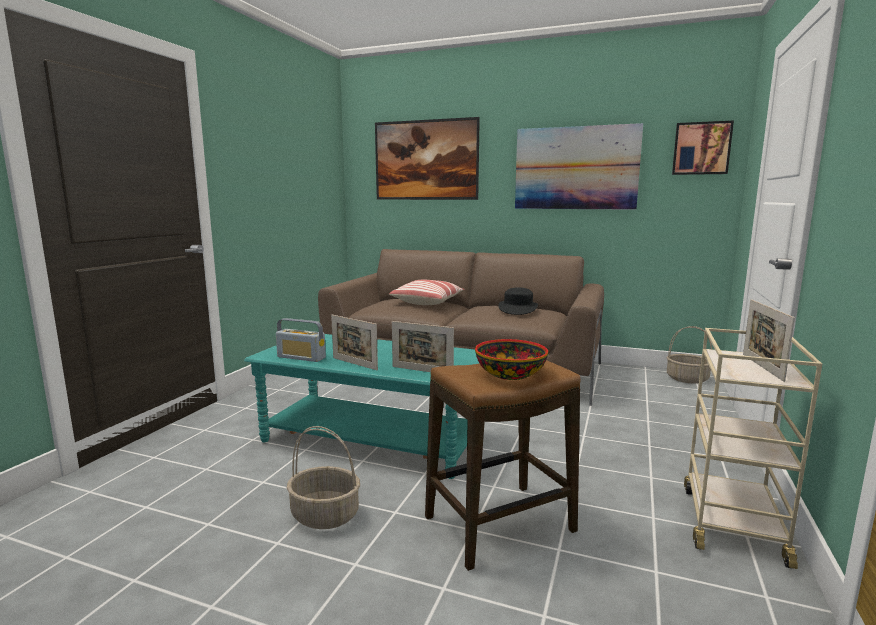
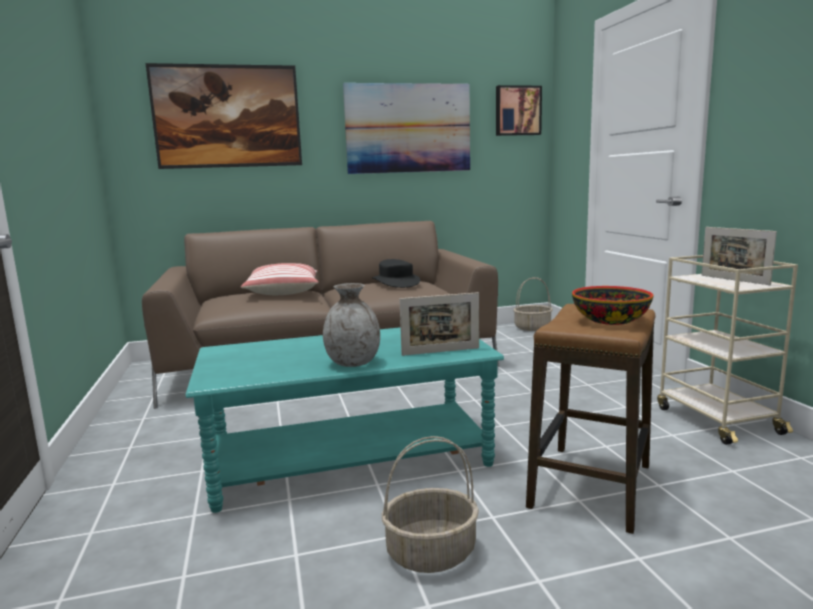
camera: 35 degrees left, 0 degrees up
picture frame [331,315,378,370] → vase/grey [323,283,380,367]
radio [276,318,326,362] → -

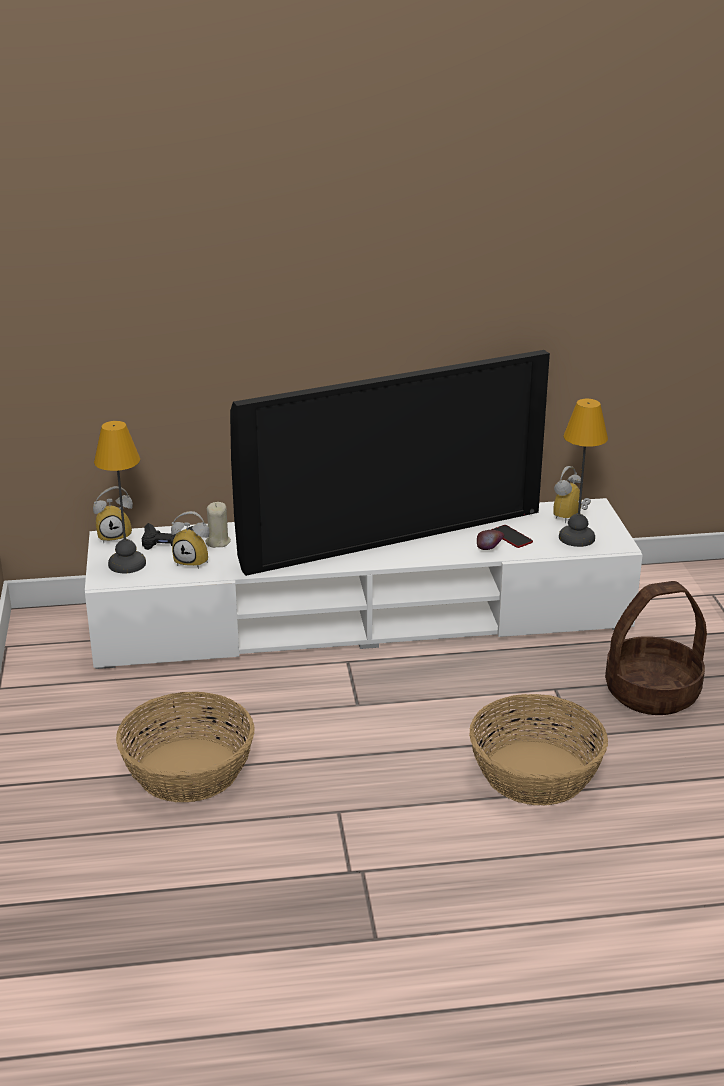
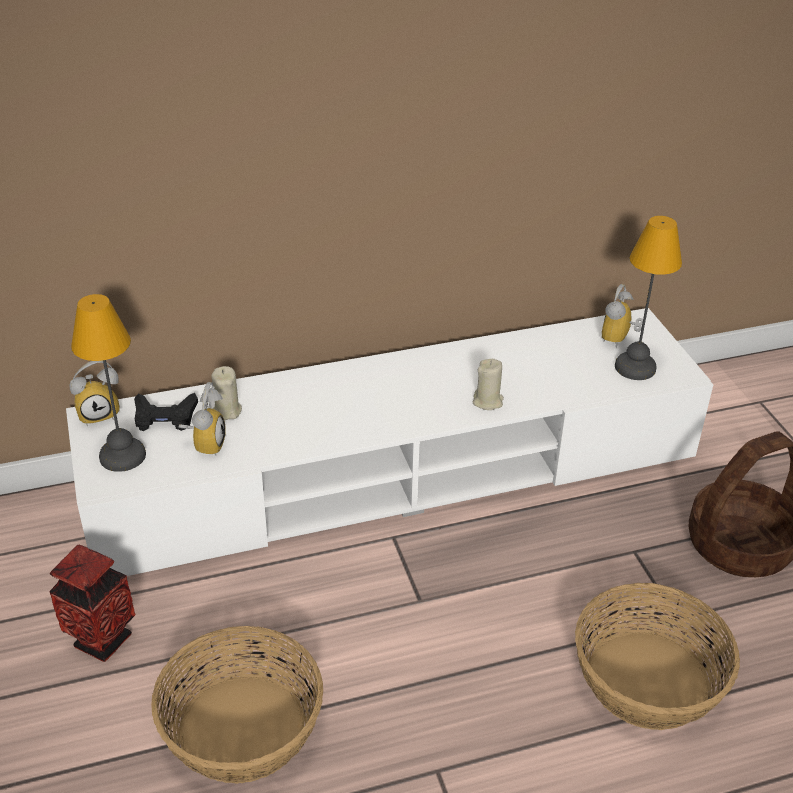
camera: 10 degrees left, 10 degrees up
television [230,350,550,576] → -
alarm clock [171,511,209,569] → alarm clock [179,382,226,456], 90 degrees counterclockwise
phone [491,525,533,548] → -
apple [477,530,505,550] → -
- → candle/beige [473,359,504,410]
- → vase [49,545,136,662]

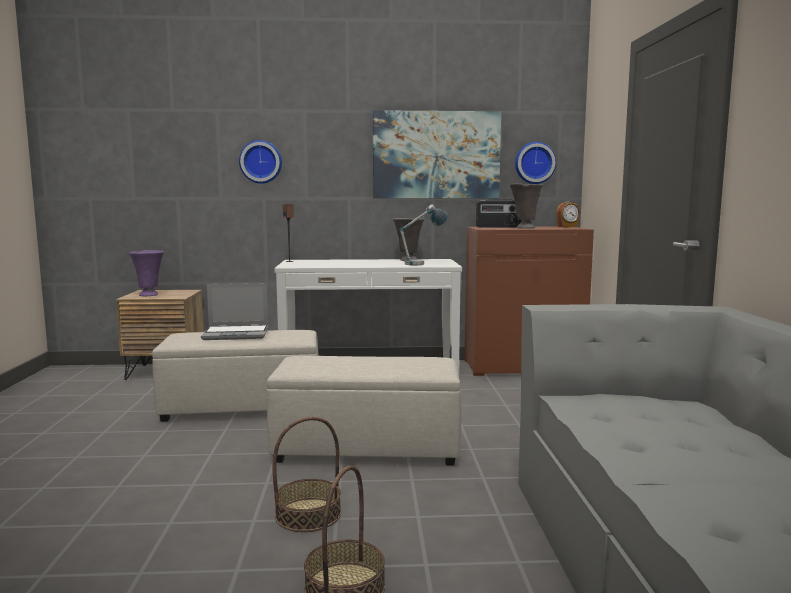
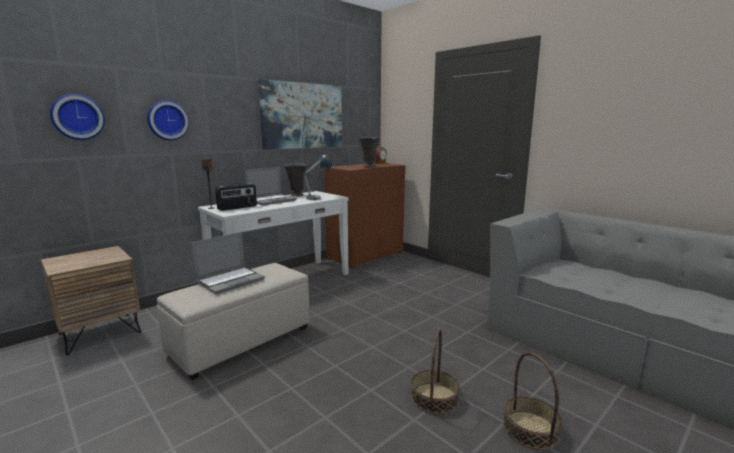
camera: 40 degrees left, 5 degrees up
wall clock [515,142,556,184] → wall clock [50,94,105,140], move
radio [476,199,521,227] → radio [215,183,257,211], move
vase/purple [129,250,164,296] → -
ottoman/beige [267,356,461,466] → -
- → laptop [245,167,297,205]

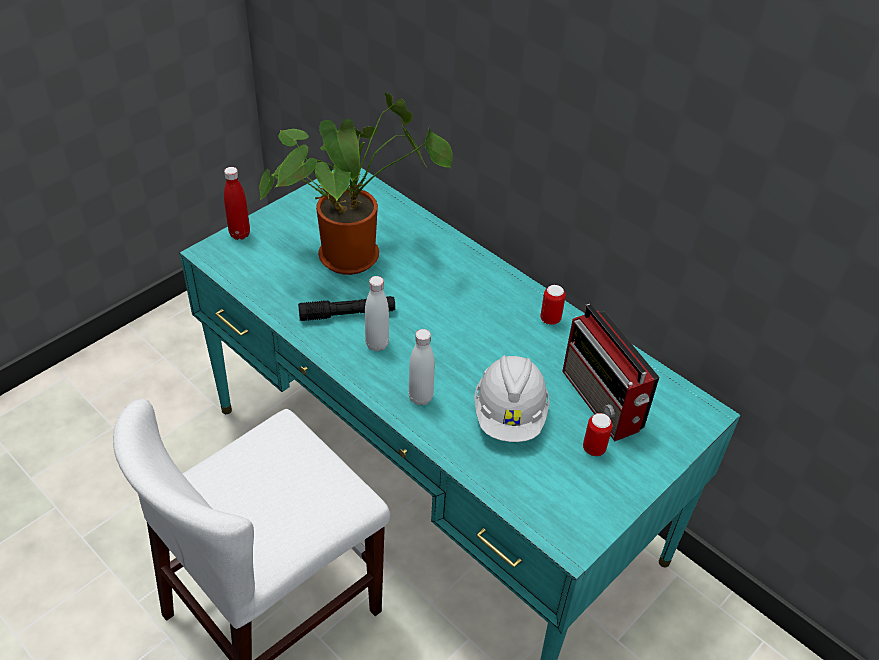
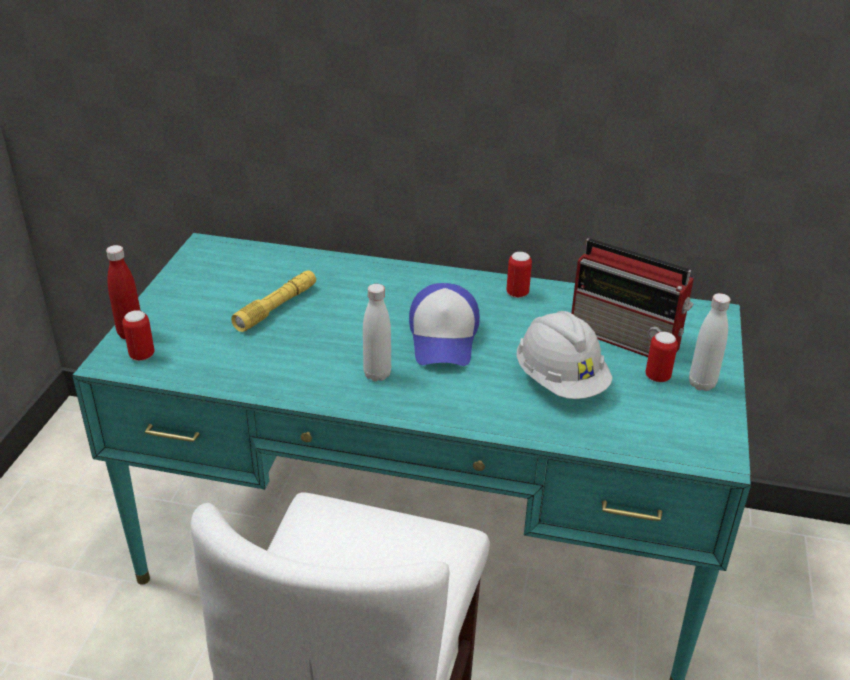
camera: 30 degrees left, 10 degrees down
potted plant [259,92,453,275] → flashlight/yellow [231,270,316,332]
flashlight/black [298,296,395,321] → -
bottle/white [409,329,435,405] → bottle/white [689,293,731,391], move
- → cap [409,283,480,366]
- → can [123,310,155,361]

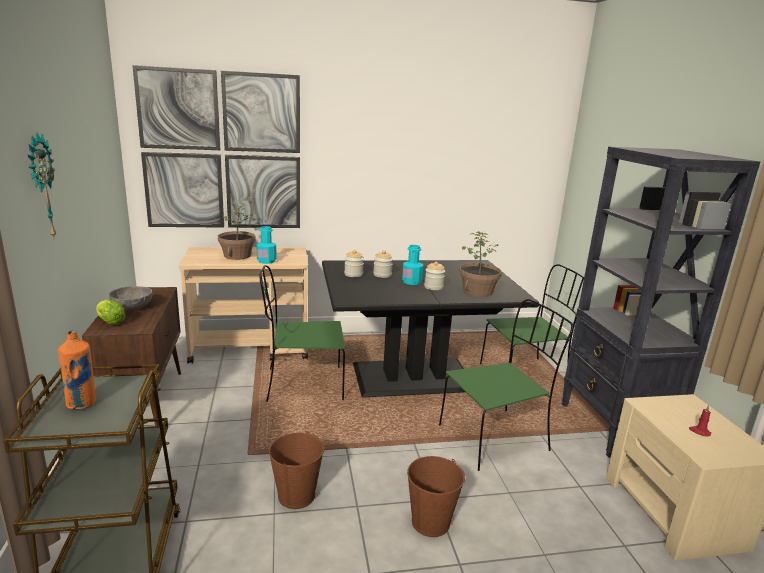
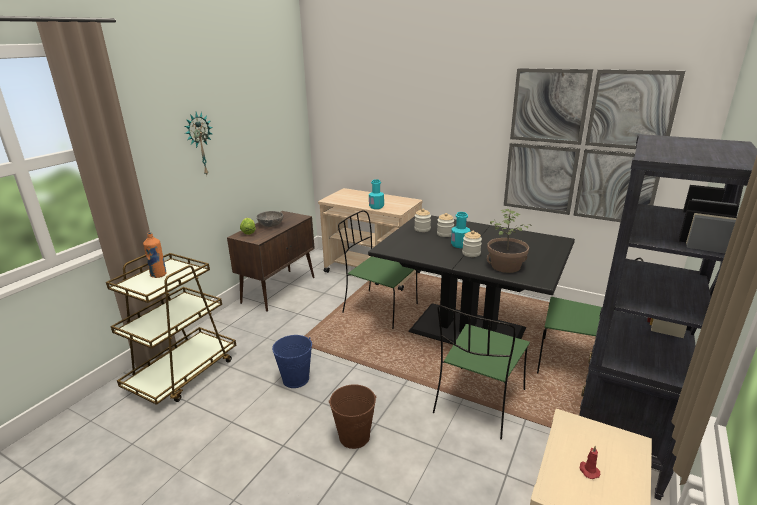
camera: 40 degrees right, 5 degrees up
picture [132,65,300,228] → picture [504,68,685,222], move
potted plant [218,203,256,260] → -
chair/green [439,299,573,471] → chair/green [433,305,530,439], 105 degrees clockwise
bucket/brown [269,431,325,509] → bucket/blue [272,335,312,388]

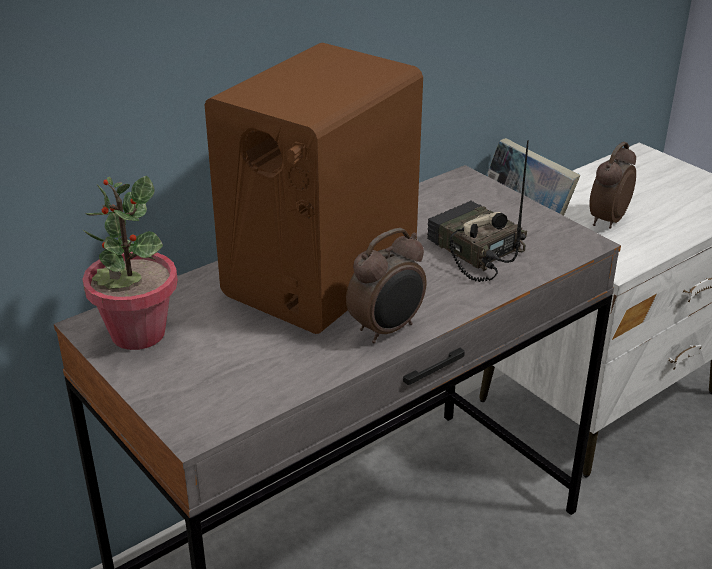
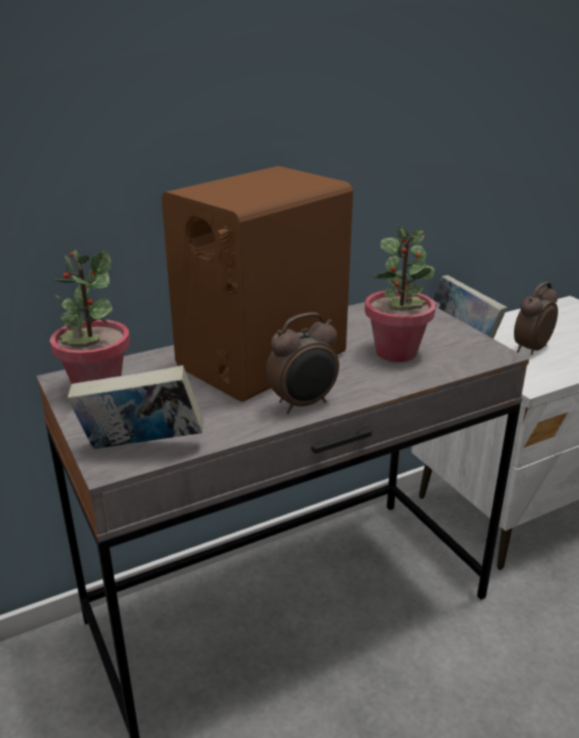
camera: 10 degrees right, 5 degrees down
radio [427,140,529,282] → potted plant [365,227,436,362]
- → book [68,365,203,449]

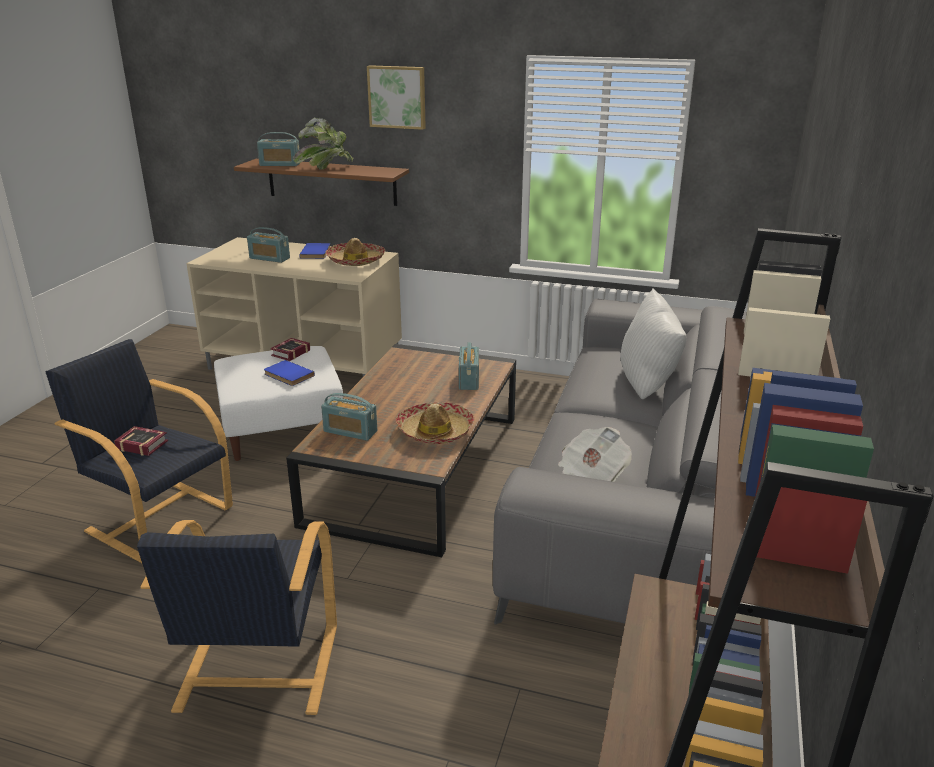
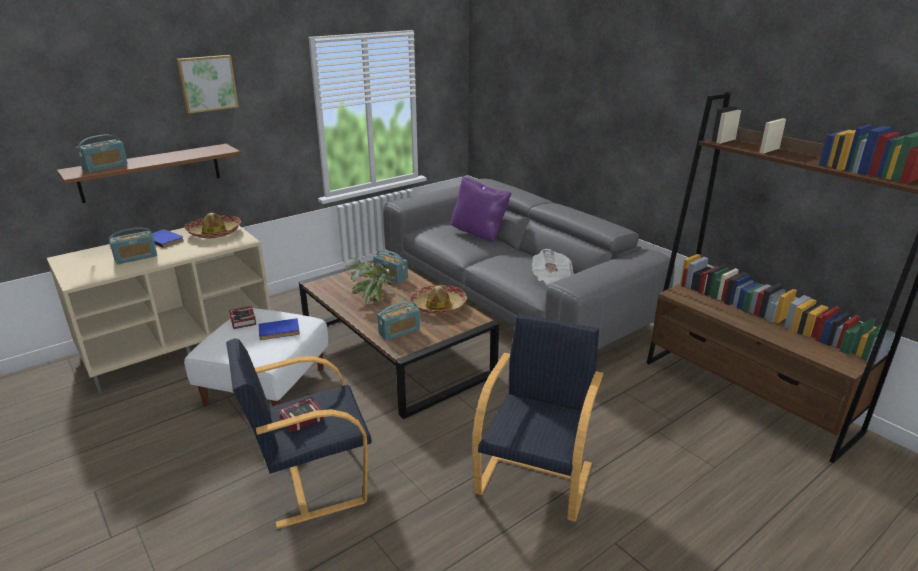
camera: 55 degrees left, 0 degrees up
potted plant [293,118,354,170] → potted plant [345,257,392,305], move
pillow/white [620,288,687,399] → pillow/purple [451,176,512,242]
armchair/black [137,520,337,715] → armchair/black [473,313,603,522], 105 degrees counterclockwise

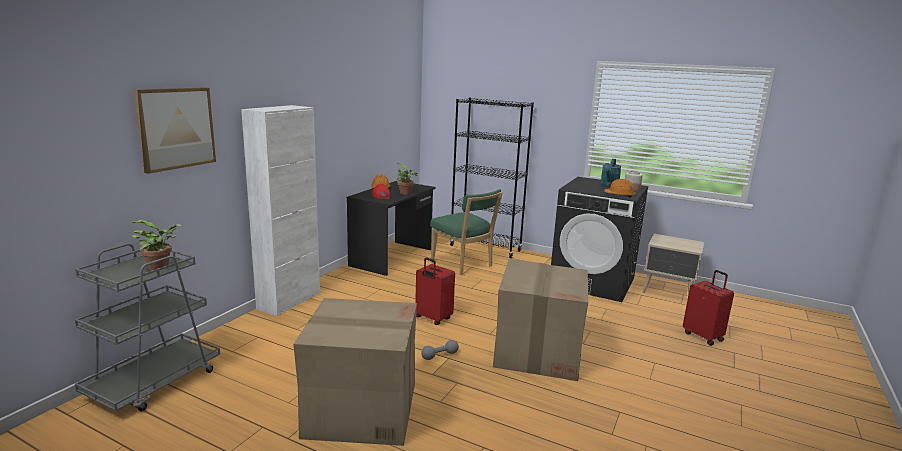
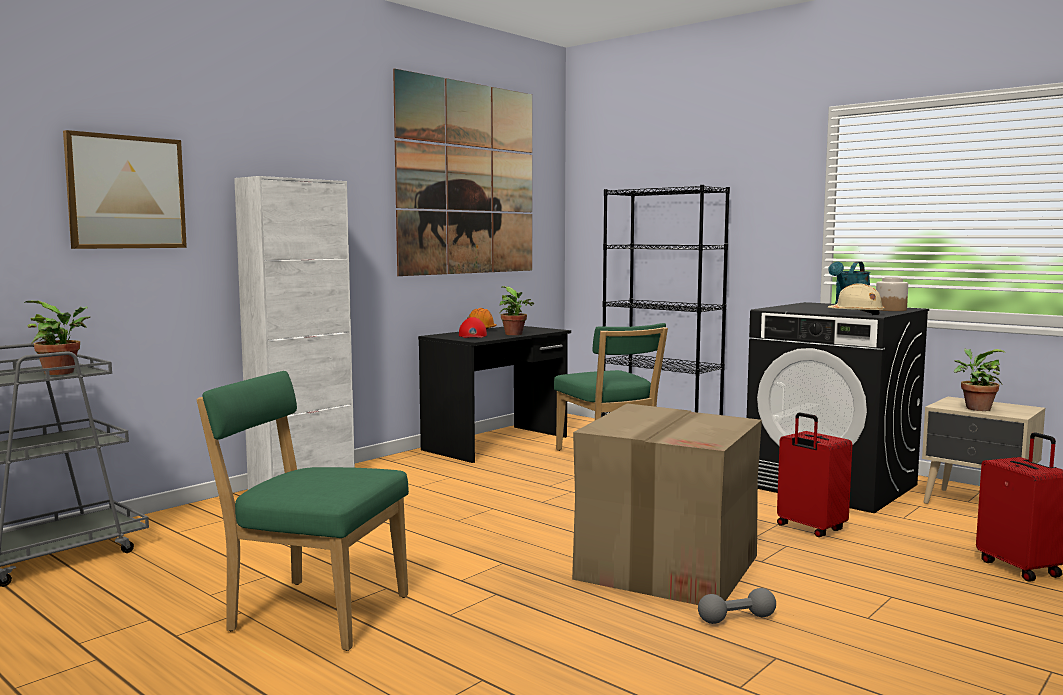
camera: 15 degrees right, 10 degrees down
hard hat/orange [604,179,635,198] → hard hat/beige [828,283,885,315]
suitcase/red [415,257,455,325] → suitcase/red [777,412,852,537], move
cardboard box [293,298,417,446] → chair/green [196,371,409,651]
dumbbell/grey [421,340,459,360] → dumbbell/grey [698,588,776,624], move
- → picture [393,69,532,276]
- → potted plant [954,349,1004,411]

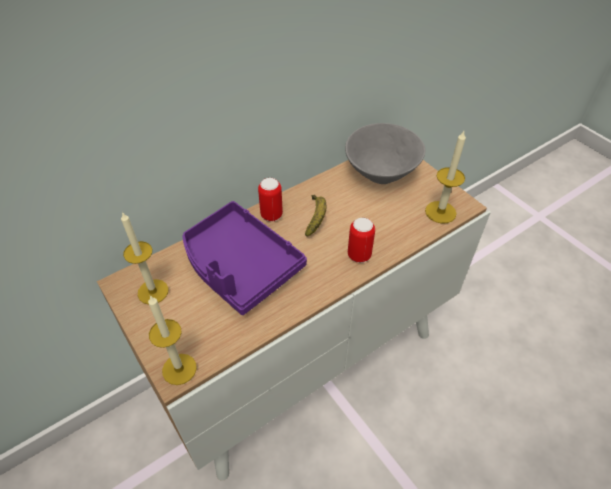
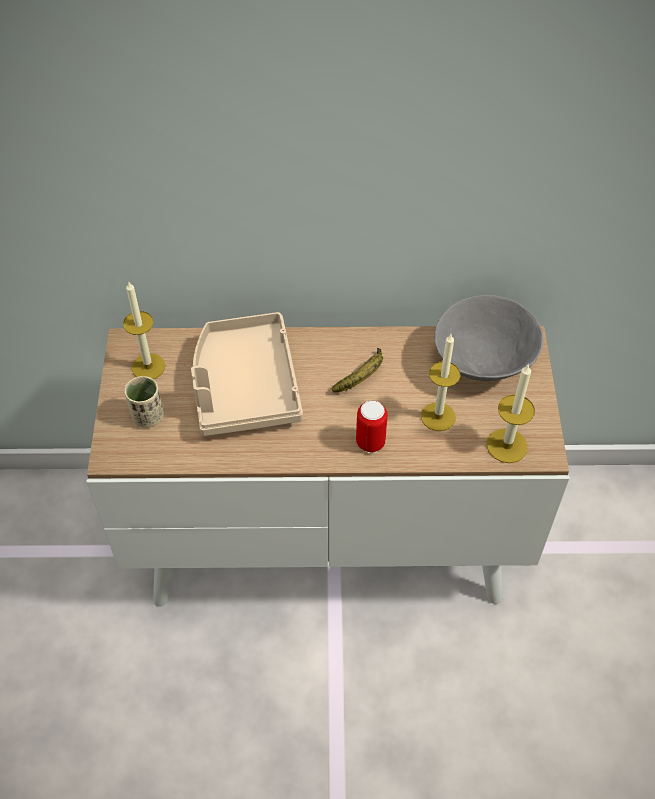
camera: 35 degrees right, 5 degrees up
can [258,178,283,222] → -
tray/purple [182,201,307,315] → tray/beige [191,312,303,436]
candle [148,295,197,385] → candle [421,334,461,431], move
- → cup/beige [124,376,164,428]

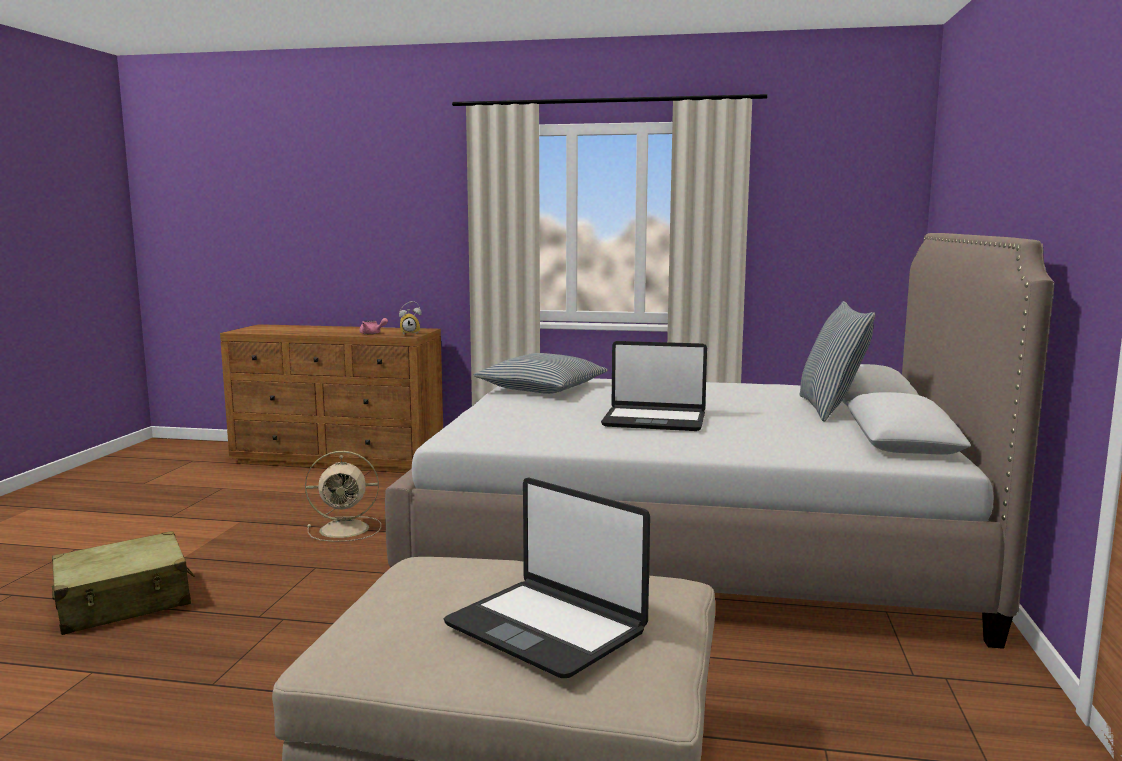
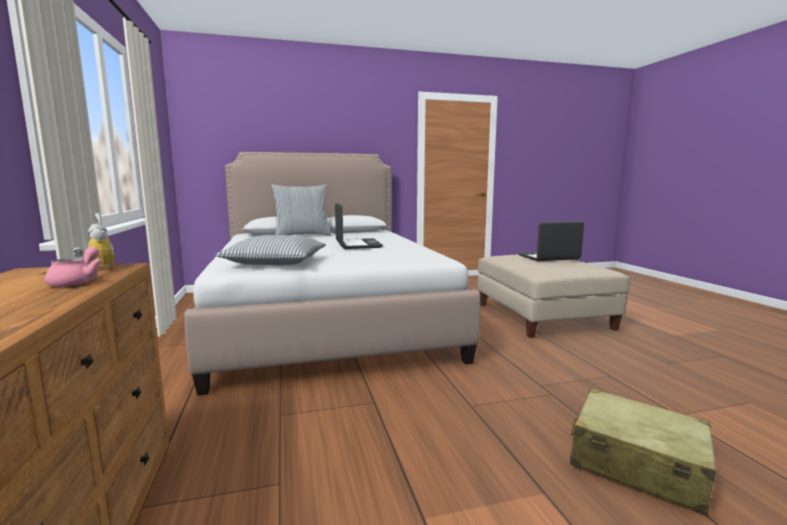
camera: 115 degrees left, 0 degrees up
fan/beige [305,451,381,542] → -
laptop [444,477,650,678] → laptop [518,221,584,261], 120 degrees counterclockwise

